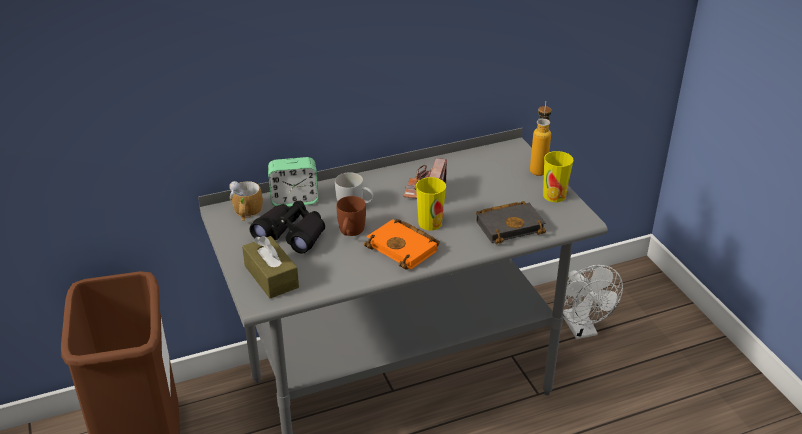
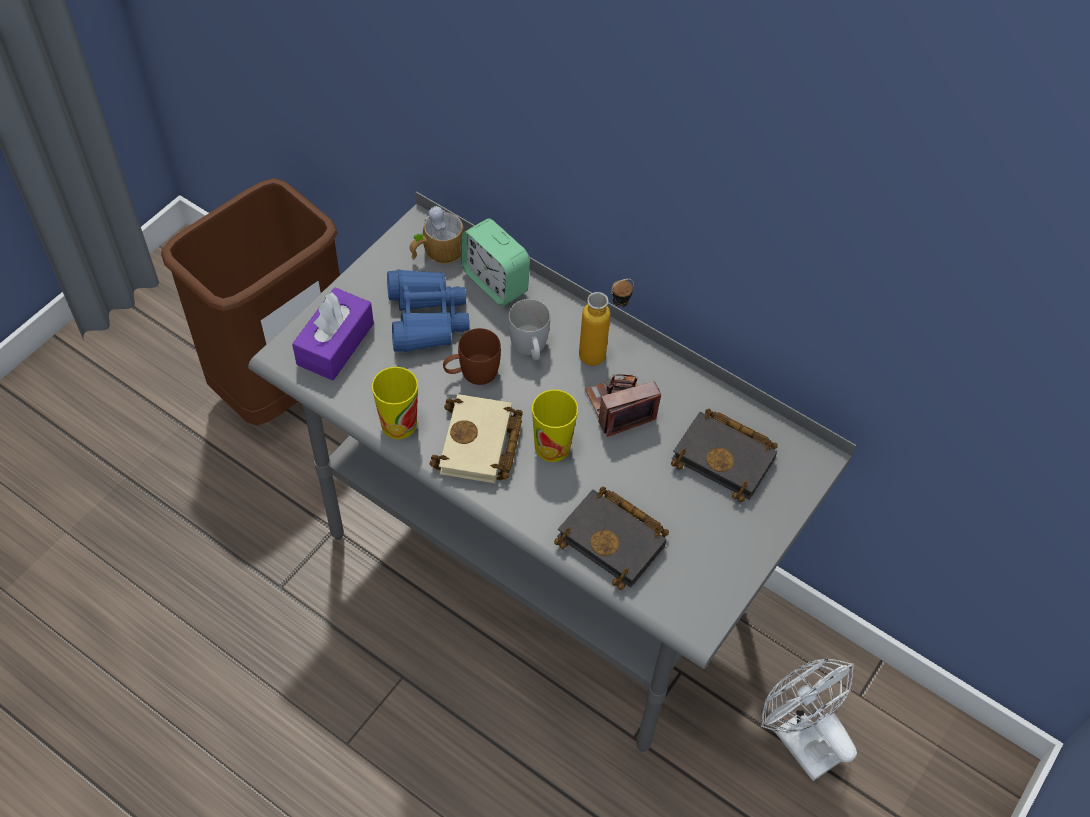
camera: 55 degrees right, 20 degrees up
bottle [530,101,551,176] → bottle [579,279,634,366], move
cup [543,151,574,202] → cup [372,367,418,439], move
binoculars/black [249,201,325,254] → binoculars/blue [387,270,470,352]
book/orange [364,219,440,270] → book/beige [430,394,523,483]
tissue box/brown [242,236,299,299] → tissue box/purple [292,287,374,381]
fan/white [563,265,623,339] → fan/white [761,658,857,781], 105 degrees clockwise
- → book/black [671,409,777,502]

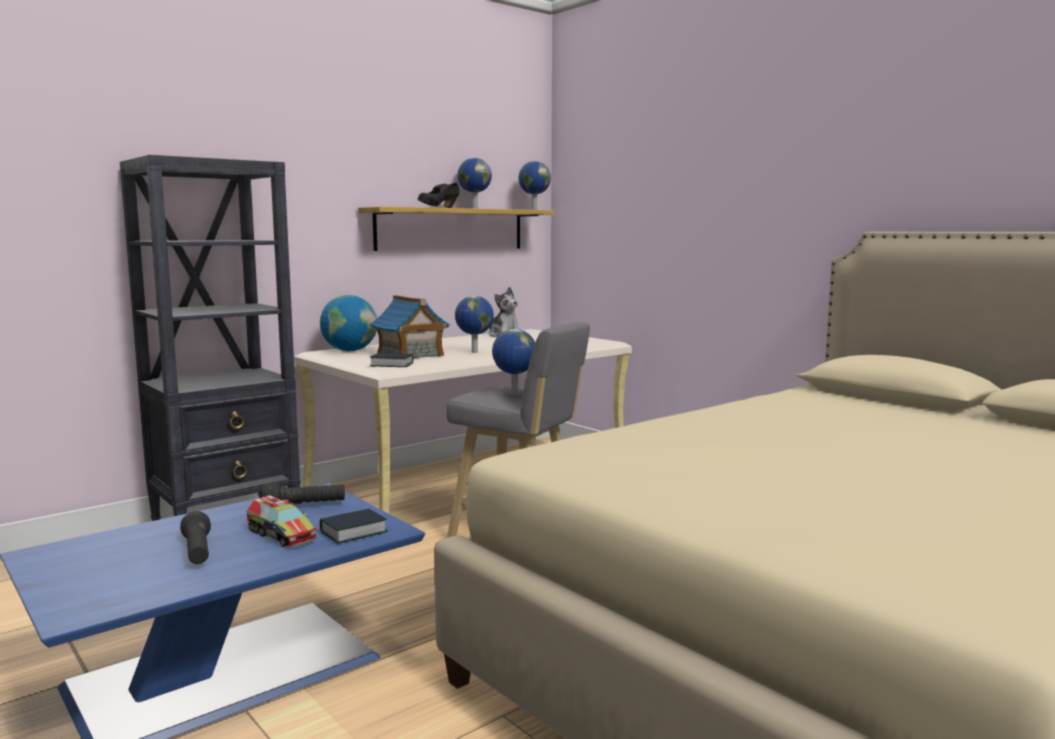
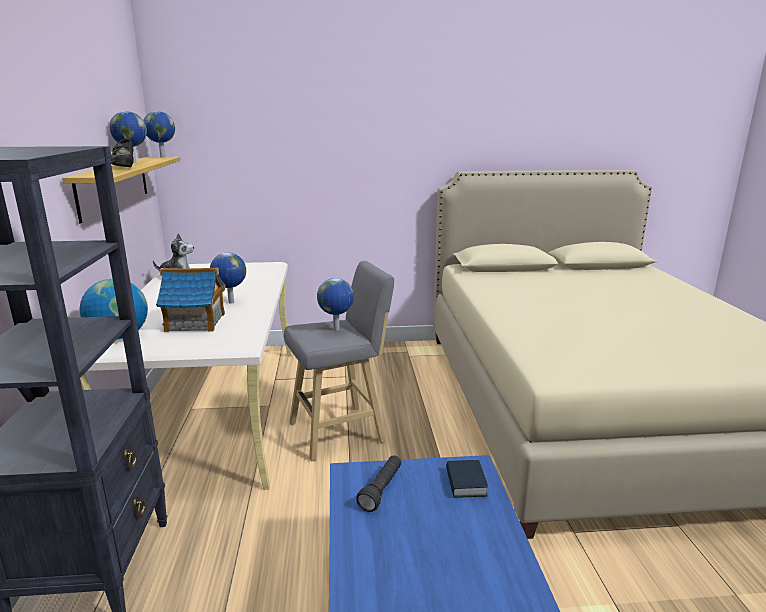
camera: 55 degrees left, 10 degrees up
book [370,353,413,367] → -
toy truck [247,495,317,547] → -
flashlight/black [180,511,211,564] → -

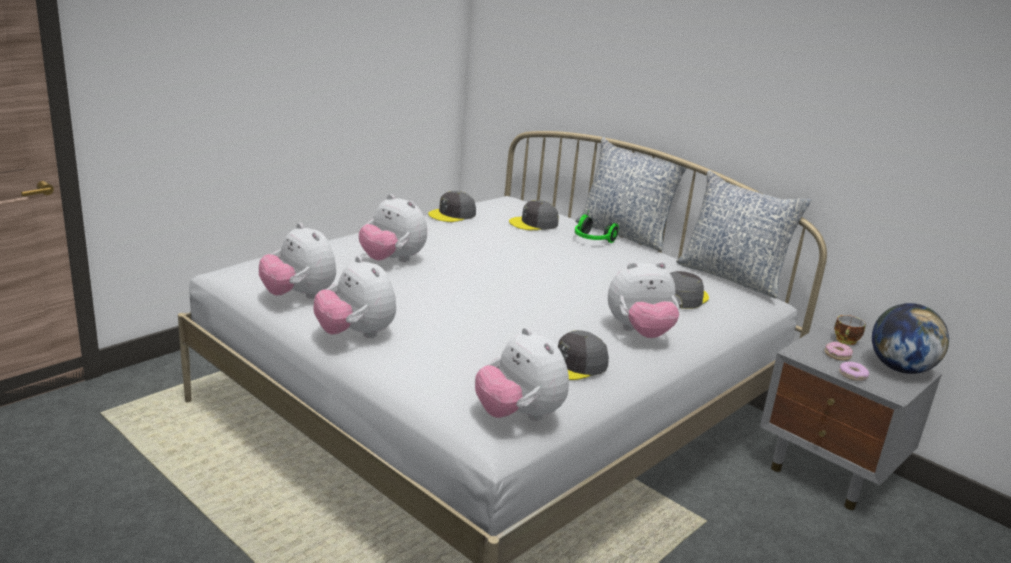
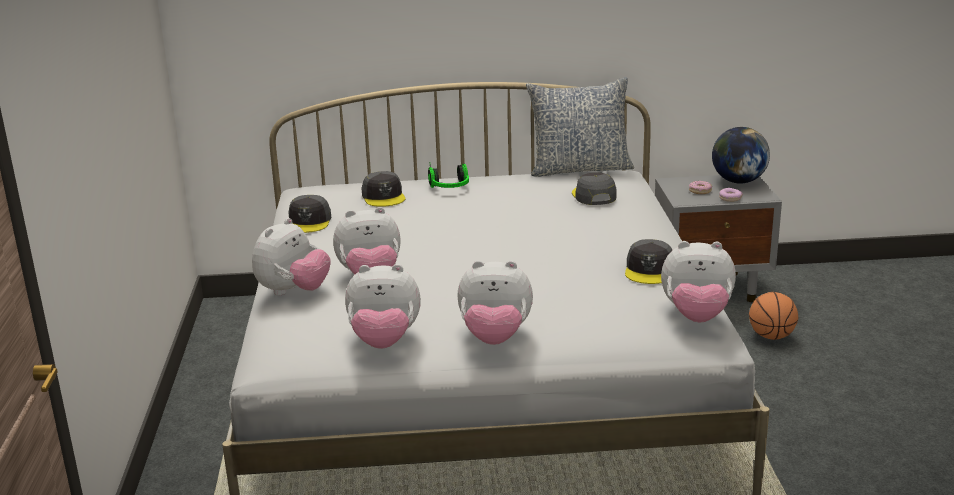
camera: 45 degrees left, 0 degrees up
pillow [575,137,689,251] → -
cap/grey [509,200,559,230] → cap/grey [362,171,405,207], 45 degrees counterclockwise
plush toy [608,262,679,338] → plush toy [252,218,331,296], move
cup [834,315,866,345] → -
- → basketball [749,292,798,340]

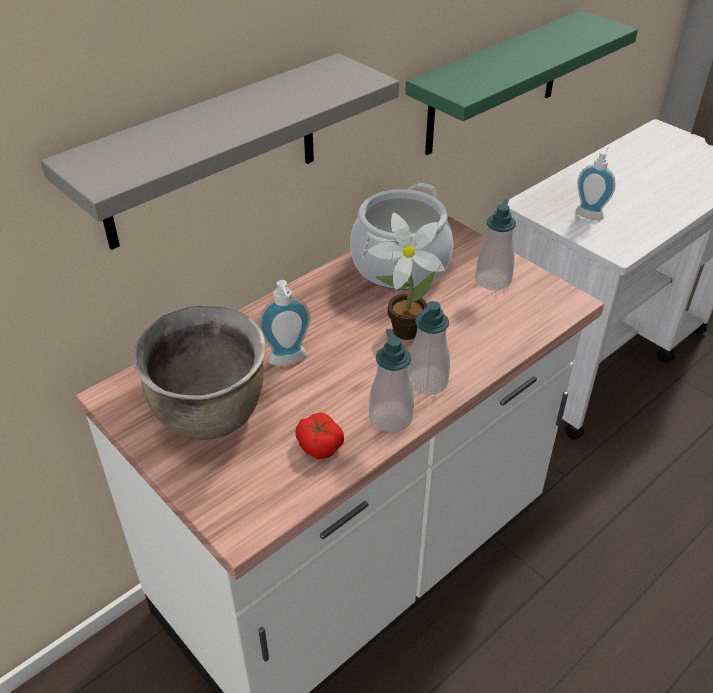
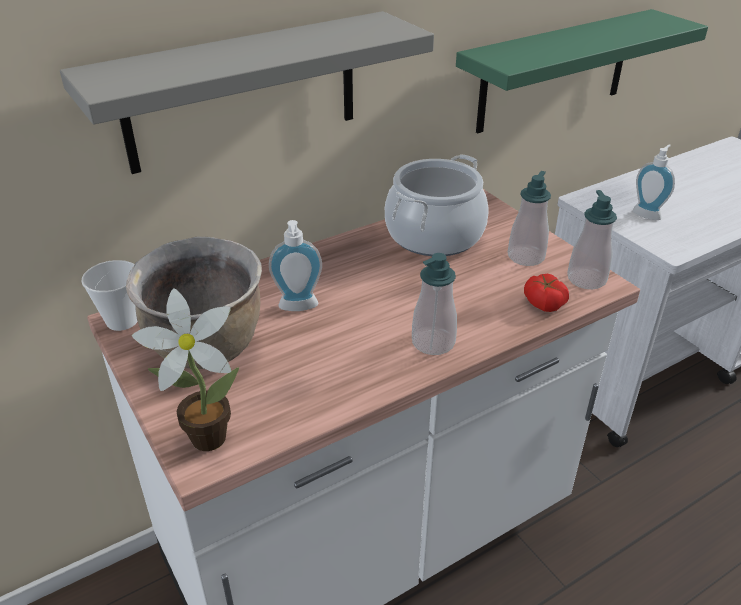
camera: 10 degrees right, 5 degrees down
potted plant [368,213,445,340] → potted plant [132,288,239,451], move
soap dispenser [369,329,414,432] → soap dispenser [567,190,617,289], move
tomato [295,412,344,459] → tomato [524,274,569,312], move
- → cup [81,260,137,331]

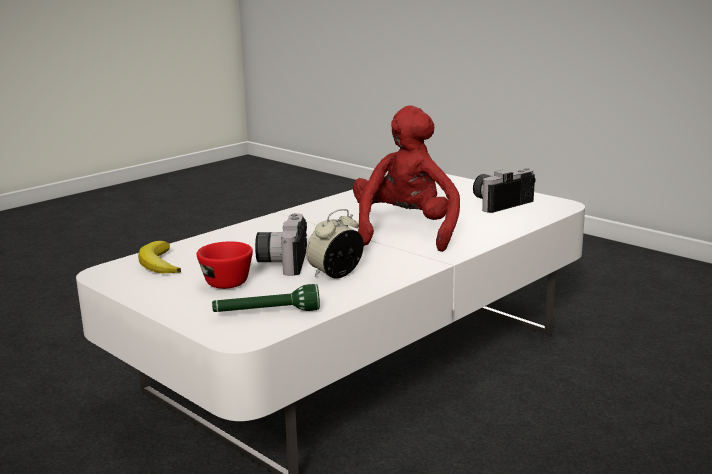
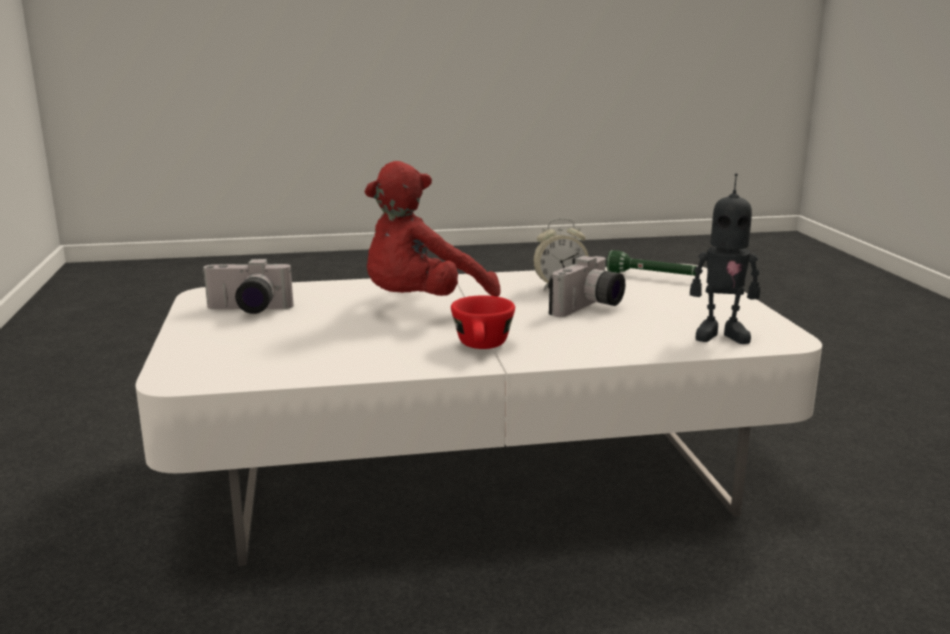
camera: 145 degrees left, 0 degrees up
banana [138,241,181,273] → toy robot [690,173,760,344]
cup/red [197,241,253,289] → cup/red [451,295,515,349], move

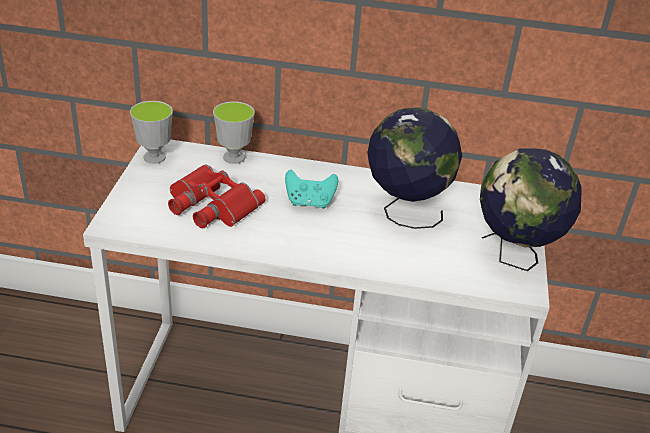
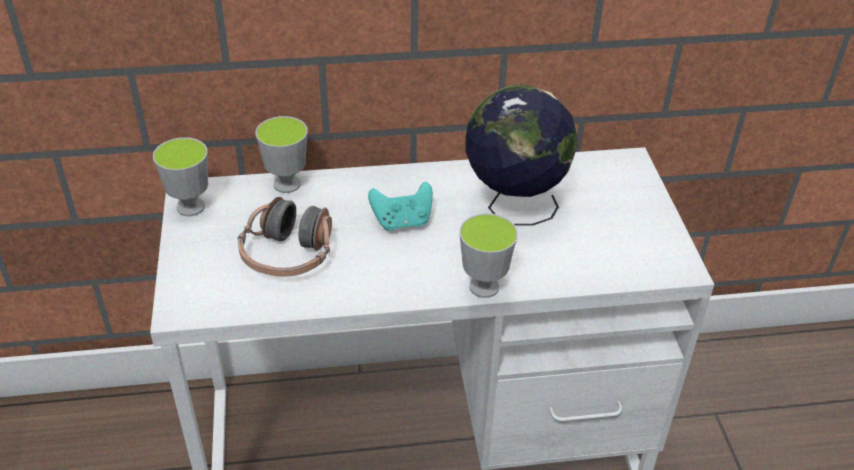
camera: 15 degrees left, 5 degrees up
globe [480,148,582,271] → -
binoculars/red [168,164,266,228] → headphones [238,197,332,277]
- → cup [459,213,518,298]

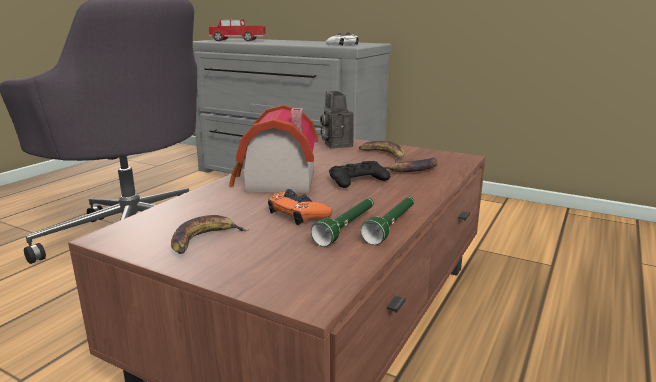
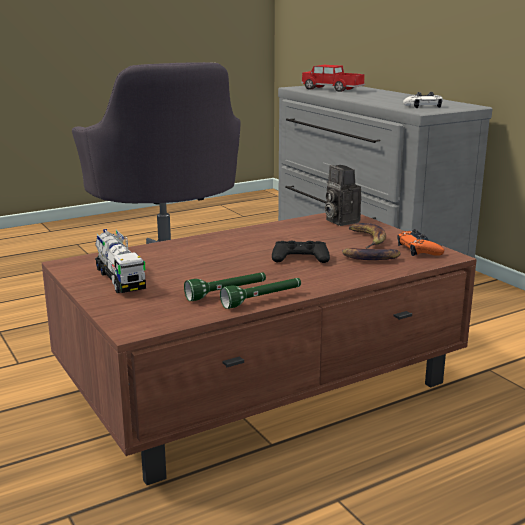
camera: 30 degrees right, 0 degrees up
photo camera [320,91,354,149] → photo camera [325,165,361,226], 45 degrees counterclockwise
toy house [229,105,318,193] → -
game controller/orange [268,189,332,225] → game controller/orange [398,229,445,256], move
banana [171,215,249,254] → toy truck [95,229,146,293]

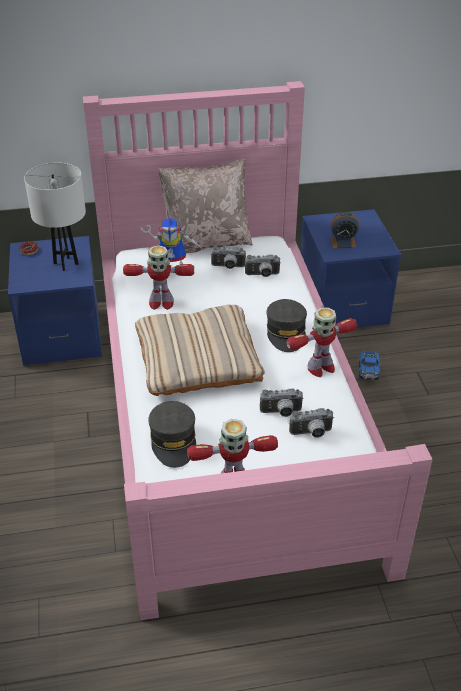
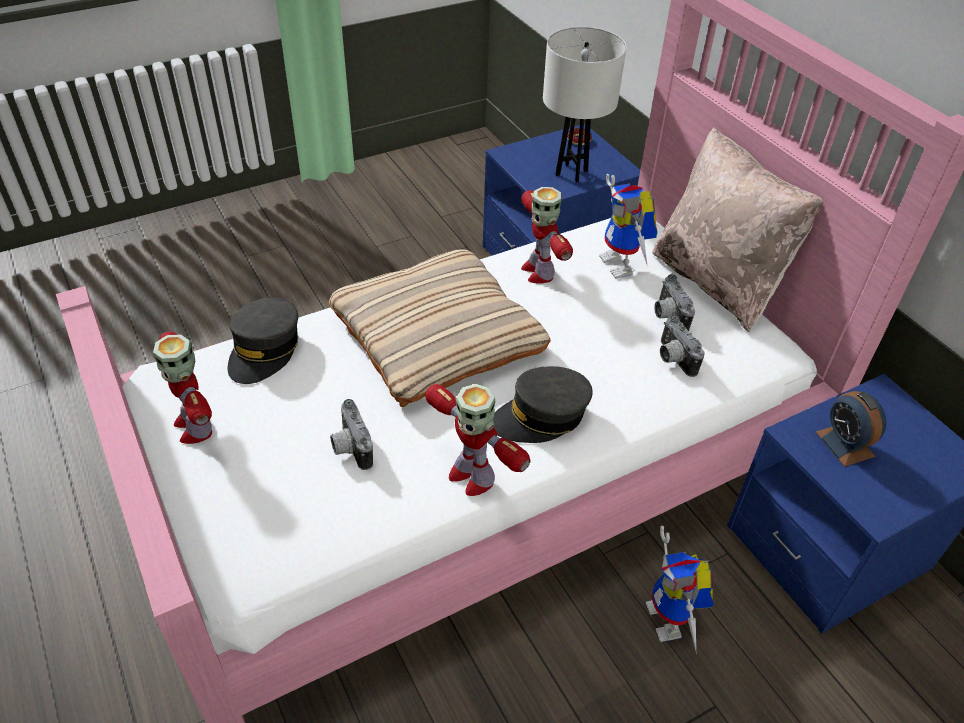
camera: 70 degrees right, 5 degrees up
toy truck [359,352,381,380] → toy robot [646,526,714,651]
cap/grey [148,401,196,468] → cap/grey [228,297,298,384], 45 degrees counterclockwise
photo camera [289,408,334,438] → -

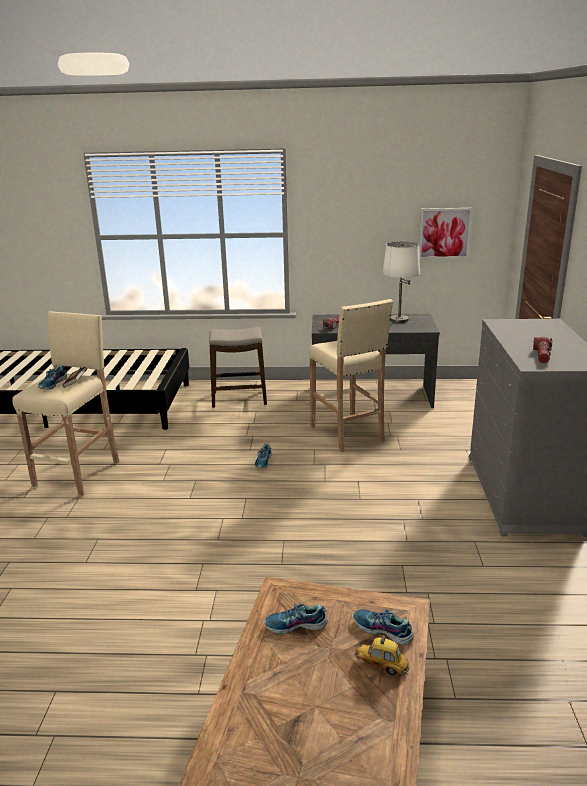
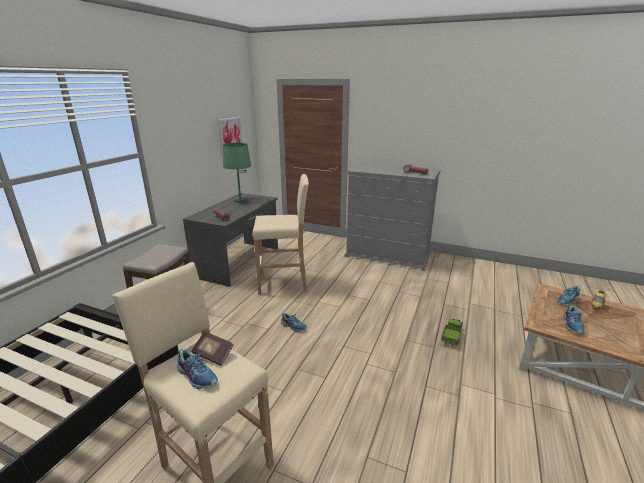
camera: 70 degrees left, 0 degrees up
table lamp/white [382,241,420,323] → table lamp/green [223,143,251,203]
- → toy truck [441,319,463,345]

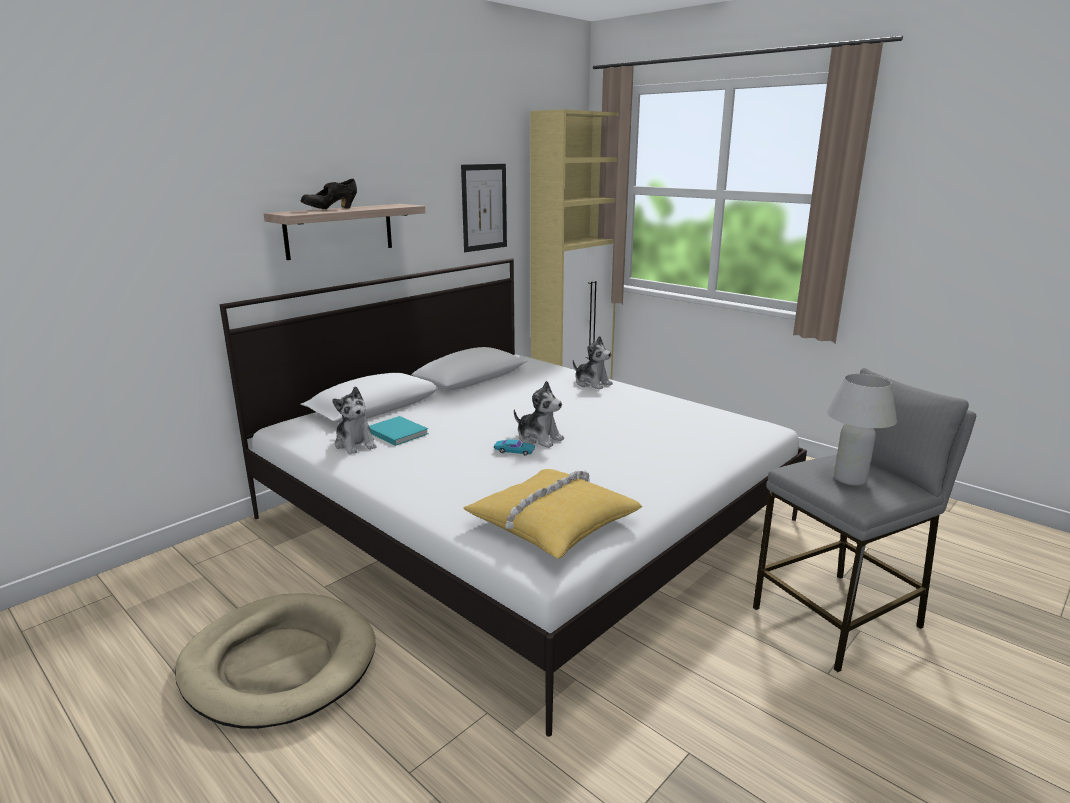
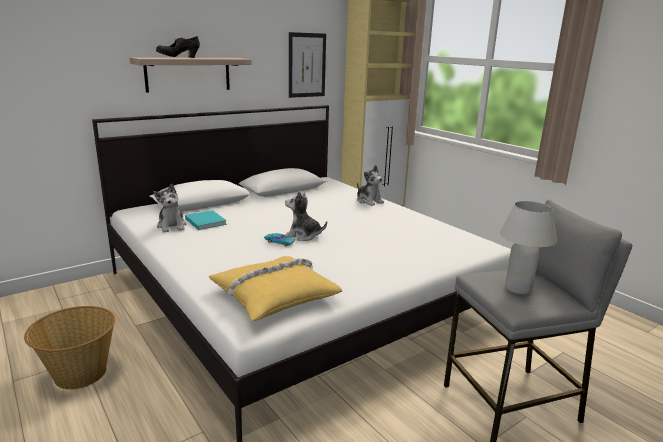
camera: 10 degrees right, 0 degrees up
plush toy [514,381,564,448] → plush toy [285,191,327,241], 150 degrees clockwise
dog bed/beige [175,593,376,729] → basket [24,306,115,390]

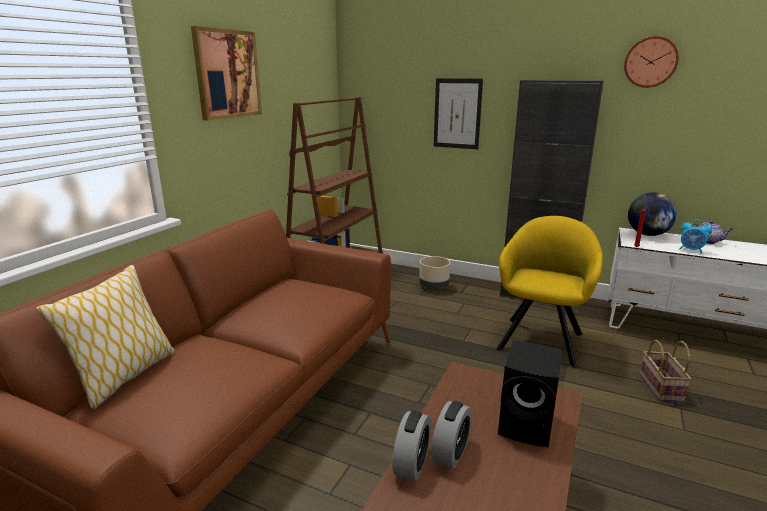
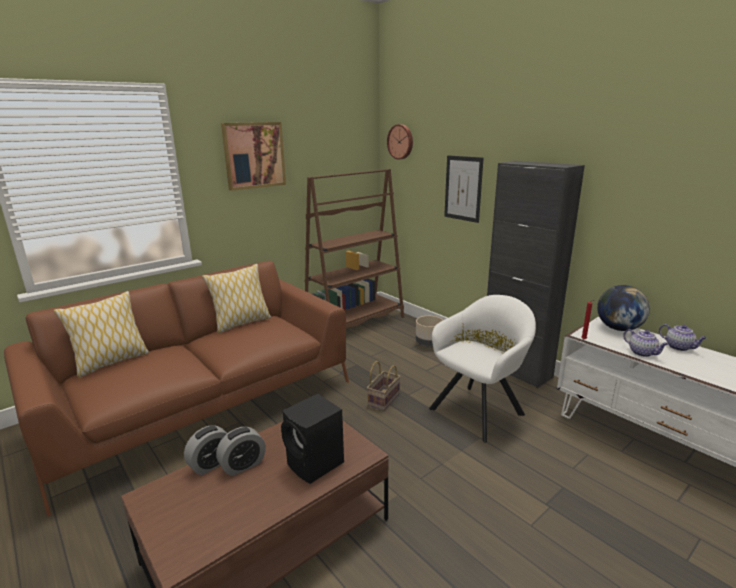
camera: 25 degrees right, 0 degrees up
wall clock [624,36,679,88] → wall clock [387,124,413,160], move
armchair/yellow [496,216,603,368] → armchair/white [429,295,536,443]
alarm clock [679,220,712,253] → teapot [623,329,669,357]
basket [640,340,691,402] → basket [367,361,401,411], move
- → pillow [202,264,271,333]

